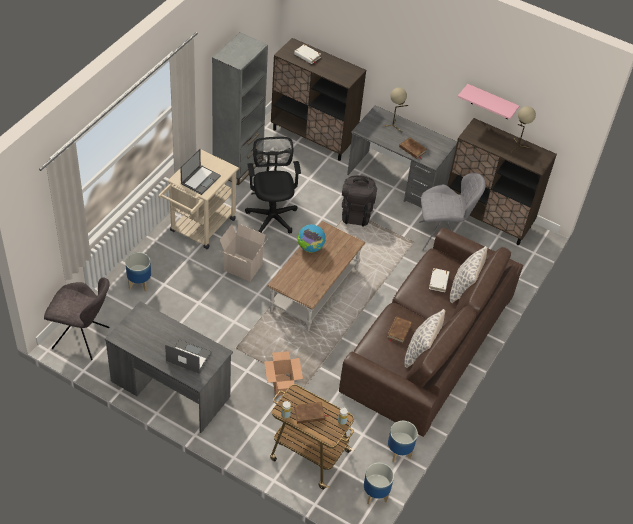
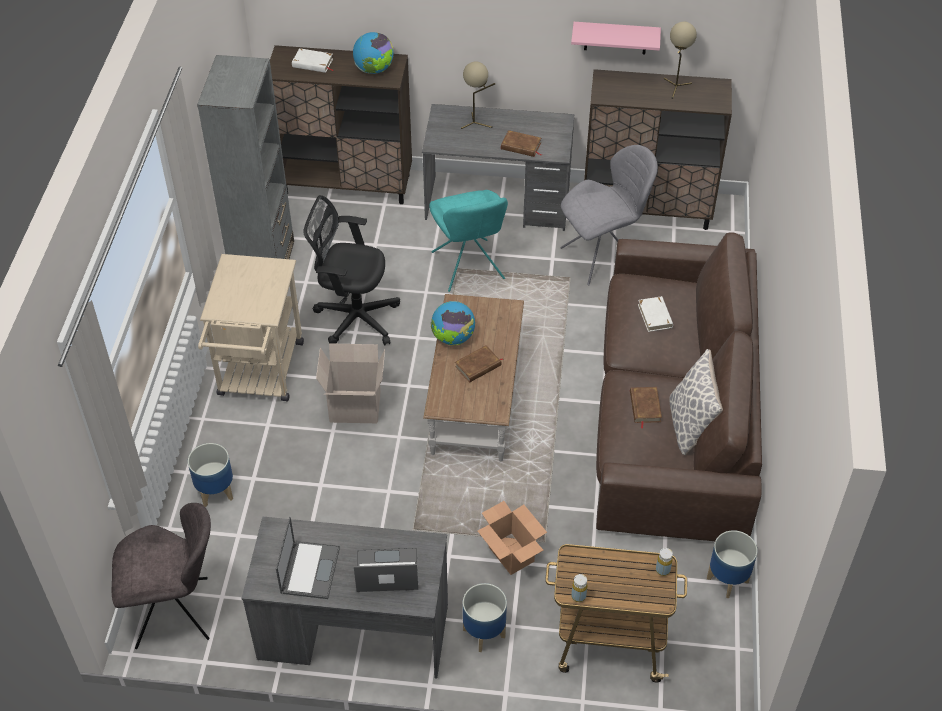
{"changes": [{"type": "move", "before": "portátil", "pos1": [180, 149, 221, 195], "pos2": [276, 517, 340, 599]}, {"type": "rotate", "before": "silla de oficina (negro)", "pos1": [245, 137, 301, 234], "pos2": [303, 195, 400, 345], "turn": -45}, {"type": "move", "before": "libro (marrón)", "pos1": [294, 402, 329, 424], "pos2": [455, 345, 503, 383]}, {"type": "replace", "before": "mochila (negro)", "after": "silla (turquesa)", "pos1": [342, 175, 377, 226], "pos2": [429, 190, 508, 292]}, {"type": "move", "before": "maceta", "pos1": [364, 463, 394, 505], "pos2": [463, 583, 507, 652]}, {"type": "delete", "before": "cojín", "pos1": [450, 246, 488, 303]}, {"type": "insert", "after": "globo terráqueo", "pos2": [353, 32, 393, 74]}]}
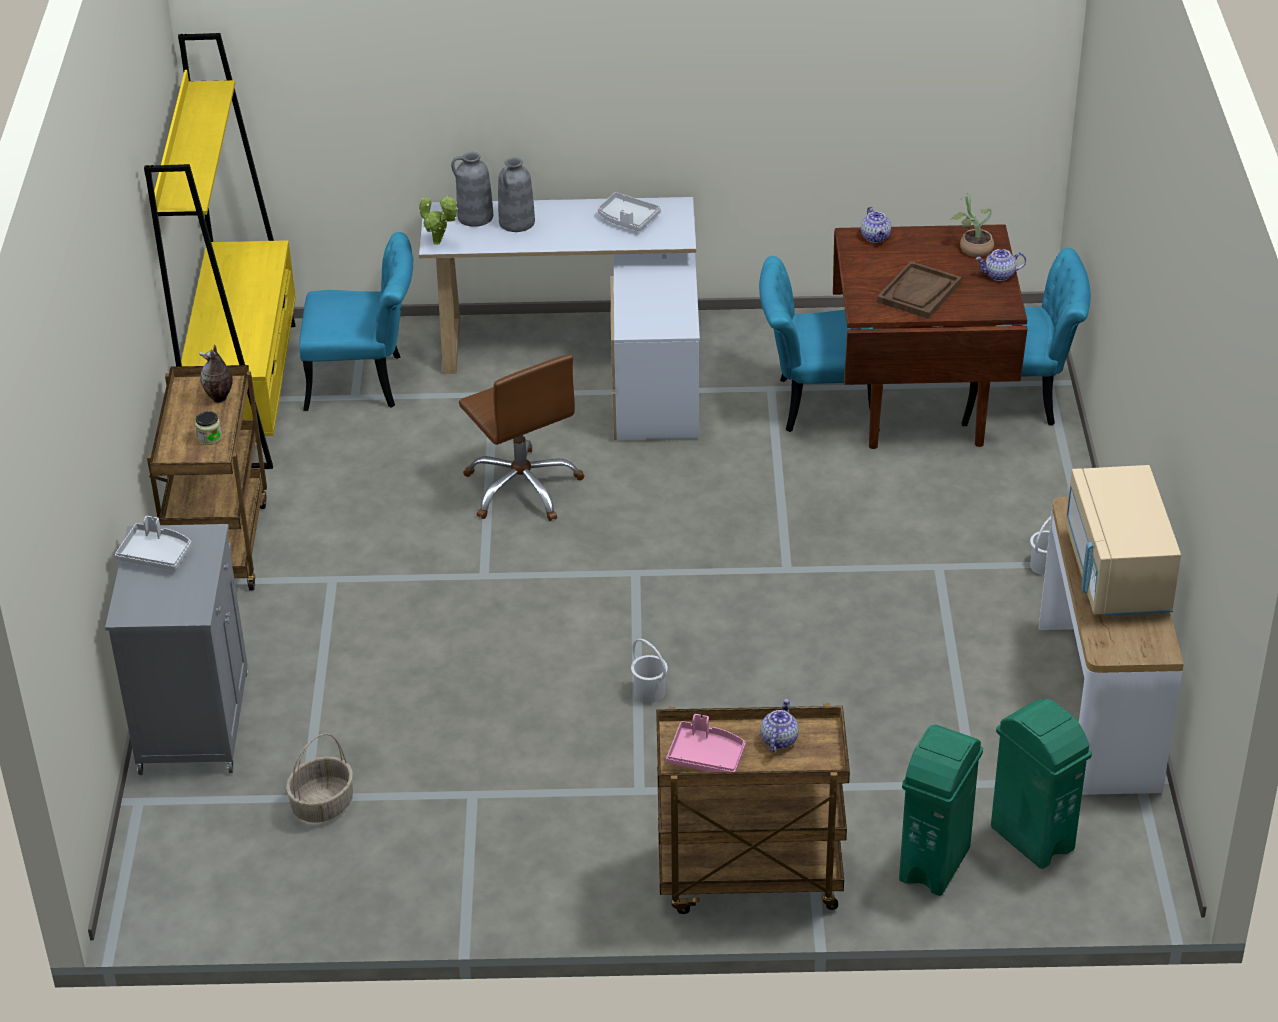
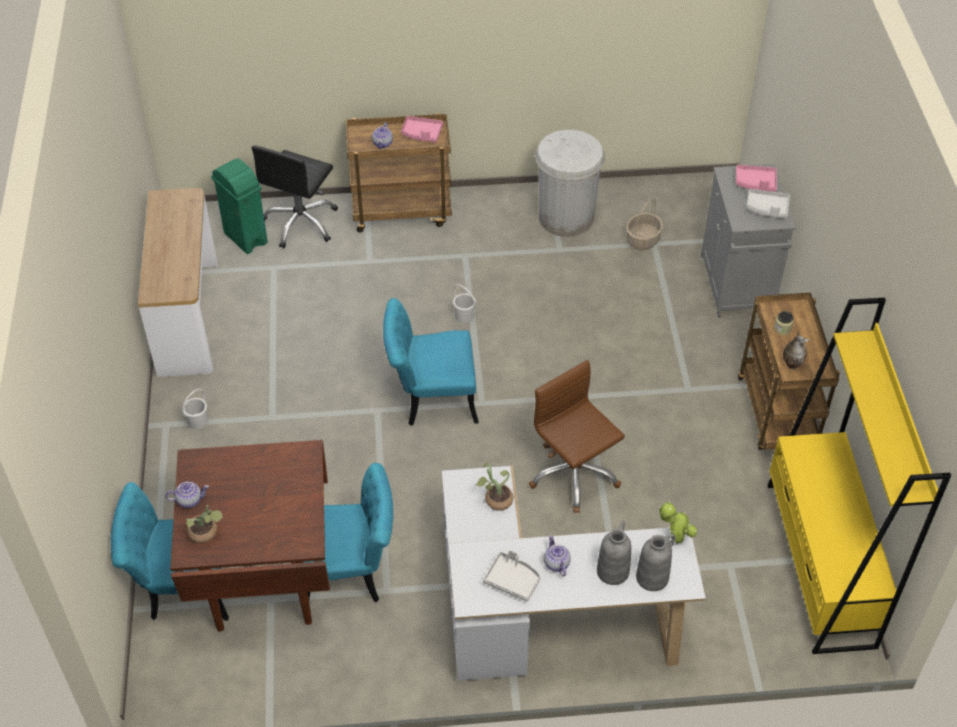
{"changes": [{"type": "move", "before": "silla (turquesa)", "pos1": [299, 232, 413, 411], "pos2": [383, 298, 478, 426]}, {"type": "move", "before": "tetera", "pos1": [861, 207, 891, 243], "pos2": [544, 535, 571, 577]}, {"type": "delete", "before": "bandeja (marrón)", "pos1": [877, 261, 962, 319]}, {"type": "replace", "before": "papelera (verde)", "after": "silla de oficina (negro)", "pos1": [899, 725, 983, 896], "pos2": [252, 145, 338, 248]}, {"type": "delete", "before": "microondas (beis)", "pos1": [1066, 465, 1181, 617]}, {"type": "insert", "after": "planta en maceta", "pos2": [475, 462, 514, 511]}, {"type": "insert", "after": "papelera (blanco)", "pos2": [535, 130, 605, 237]}, {"type": "insert", "after": "bandeja (rosa)", "pos2": [736, 165, 777, 192]}]}
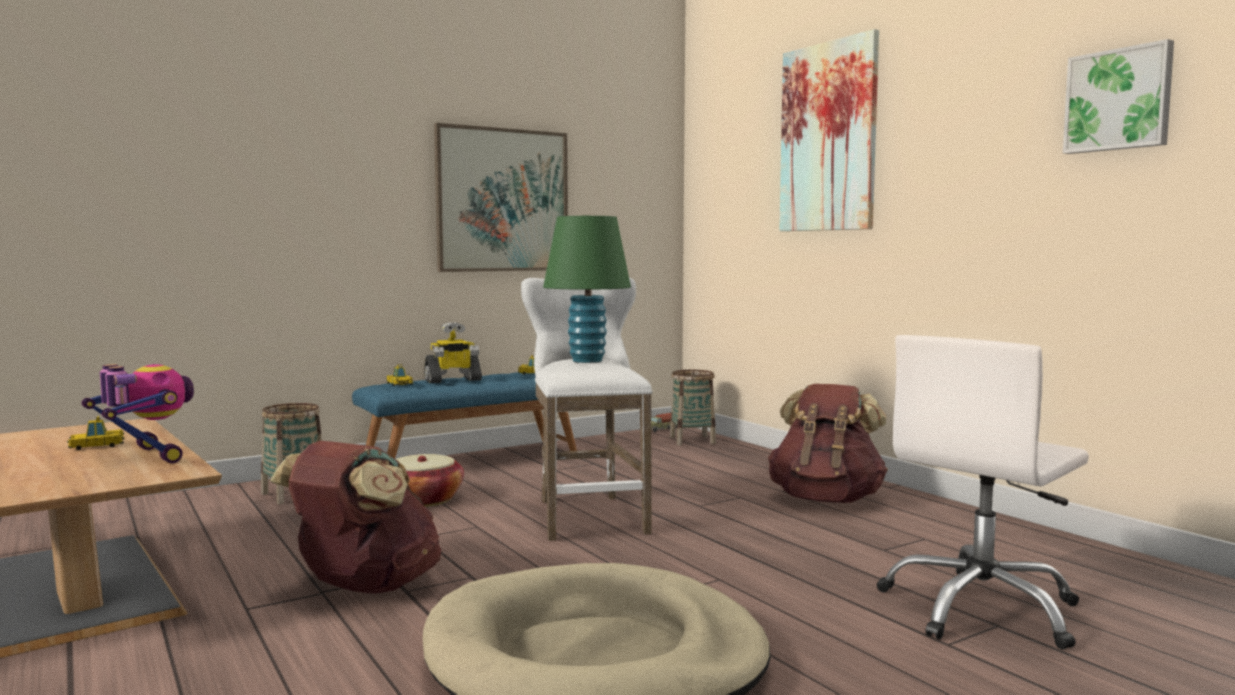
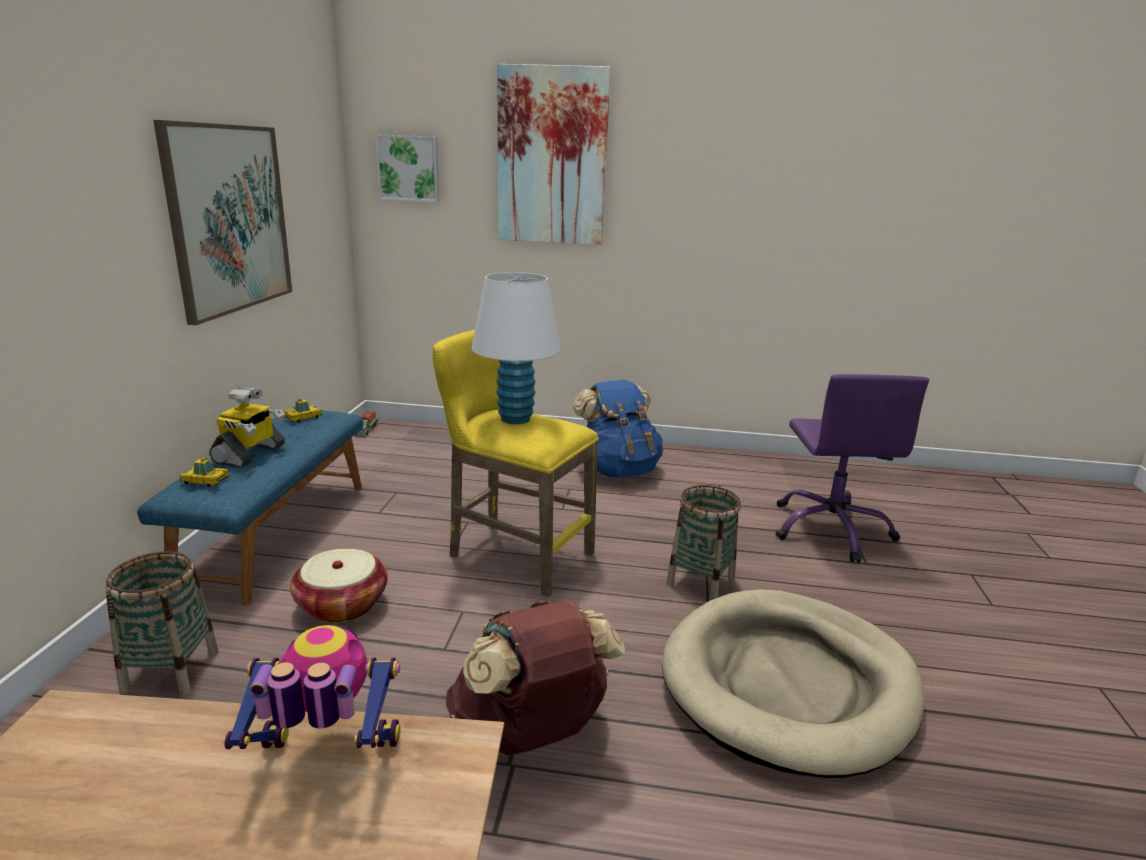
{"changes": [{"type": "delete", "before": "coche de juguete", "pos1": [67, 416, 125, 450]}, {"type": "recolor", "before": "taburete (blanco)", "after": "taburete (amarillo)", "pos1": [521, 278, 653, 541], "pos2": [433, 330, 599, 597]}, {"type": "recolor", "before": "lámpara de mesa (verde)", "after": "lámpara de mesa (blanco)", "pos1": [543, 216, 631, 363], "pos2": [471, 272, 561, 424]}, {"type": "move", "before": "cesta", "pos1": [670, 370, 716, 445], "pos2": [667, 485, 741, 600]}, {"type": "recolor", "before": "mochila (marrón)", "after": "mochila (azul)", "pos1": [768, 384, 888, 503], "pos2": [573, 380, 663, 477]}, {"type": "recolor", "before": "silla de oficina (blanco)", "after": "silla de oficina (morado)", "pos1": [877, 335, 1089, 650], "pos2": [776, 374, 929, 562]}, {"type": "move", "before": "cuadro", "pos1": [1063, 39, 1174, 154], "pos2": [375, 134, 440, 202]}]}
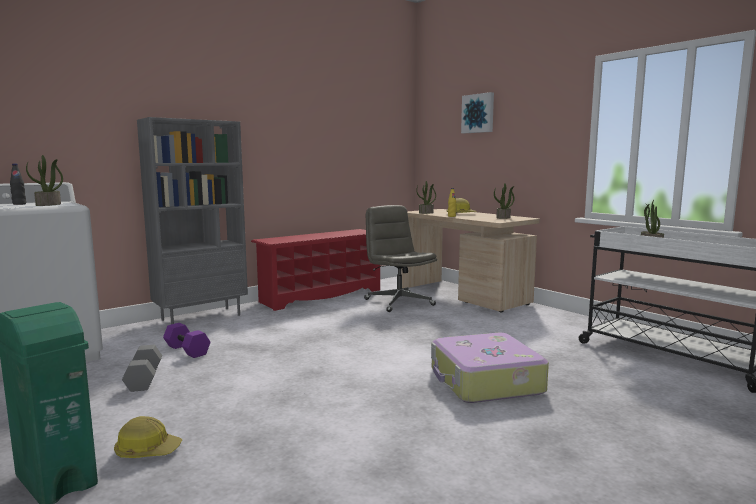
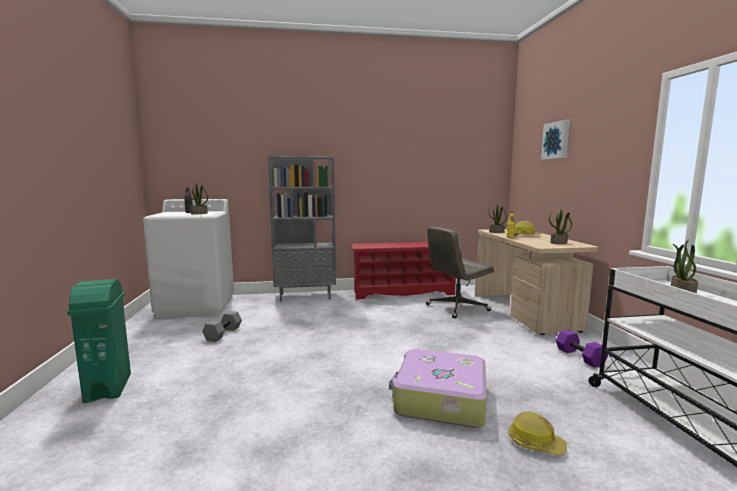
{"changes": [{"type": "move", "before": "casco", "pos1": [114, 416, 182, 458], "pos2": [508, 412, 567, 455]}, {"type": "move", "before": "mancuerna (morado)", "pos1": [163, 323, 210, 358], "pos2": [556, 330, 608, 368]}, {"type": "rotate", "before": "silla de oficina (gris)", "pos1": [364, 205, 437, 312], "pos2": [426, 227, 494, 318], "turn": -120}]}
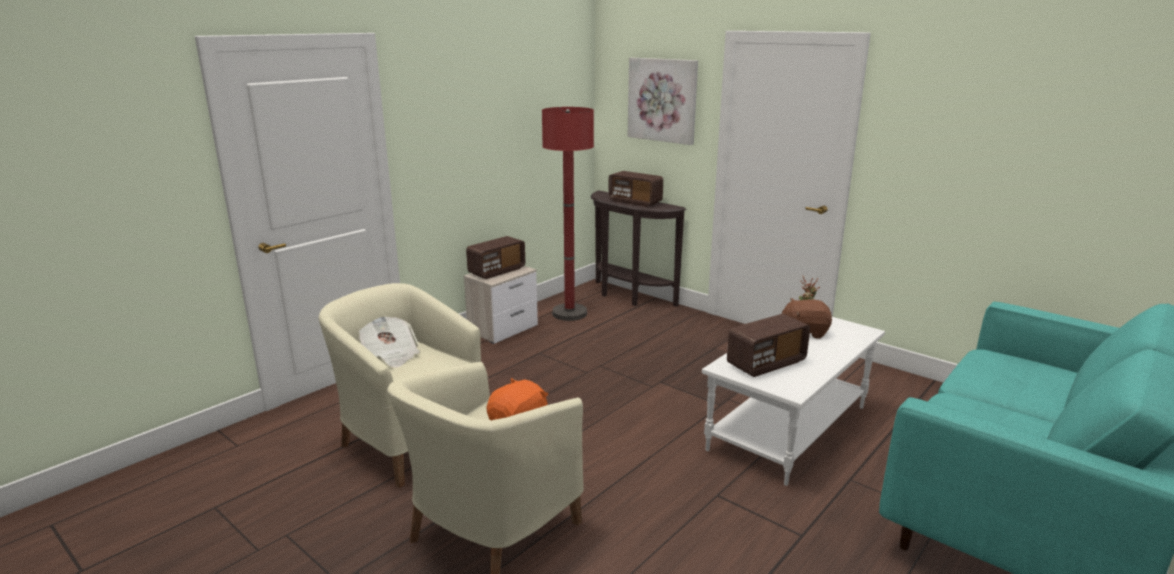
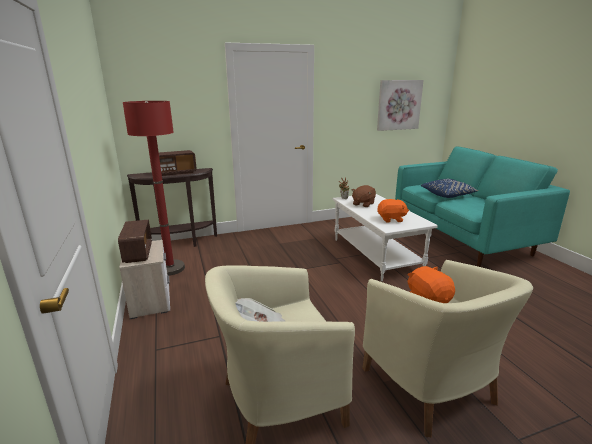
{"changes": [{"type": "move", "before": "cuadro", "pos1": [627, 58, 698, 145], "pos2": [377, 80, 424, 131]}, {"type": "replace", "before": "radio", "after": "peluche (naranja)", "pos1": [727, 314, 810, 377], "pos2": [377, 199, 409, 222]}, {"type": "insert", "after": "cojín (azul)", "pos2": [421, 179, 479, 198]}]}
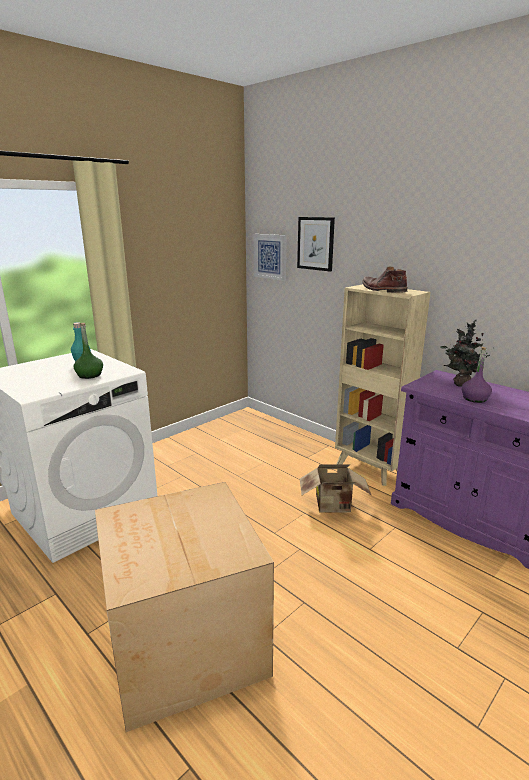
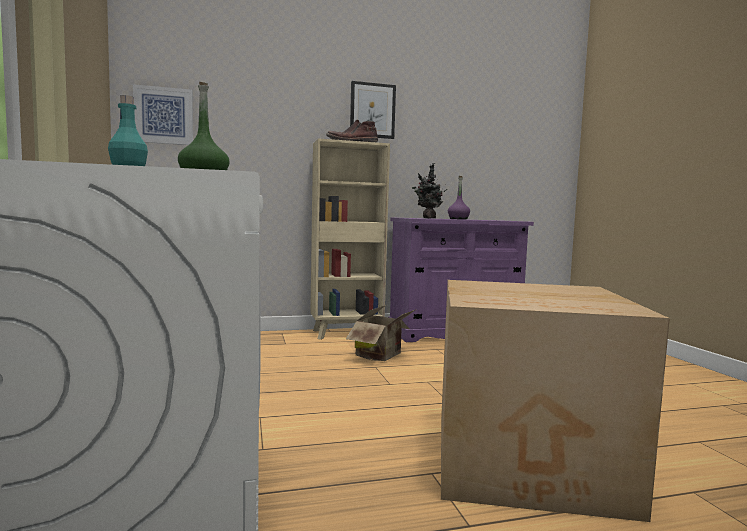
{"changes": [{"type": "move", "before": "cuadro", "pos1": [297, 217, 335, 272], "pos2": [350, 81, 396, 139]}]}
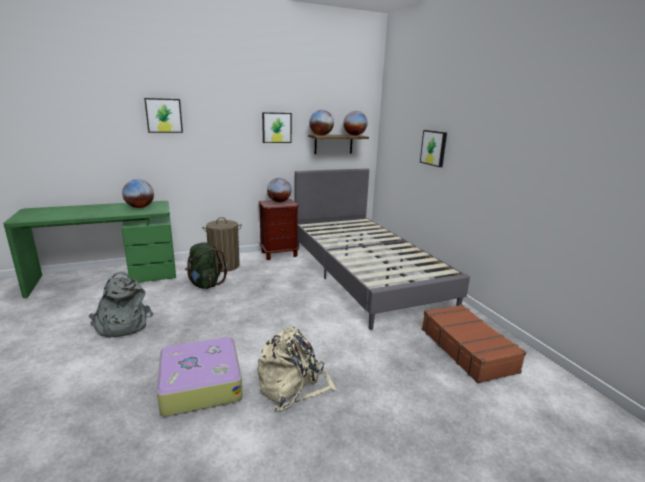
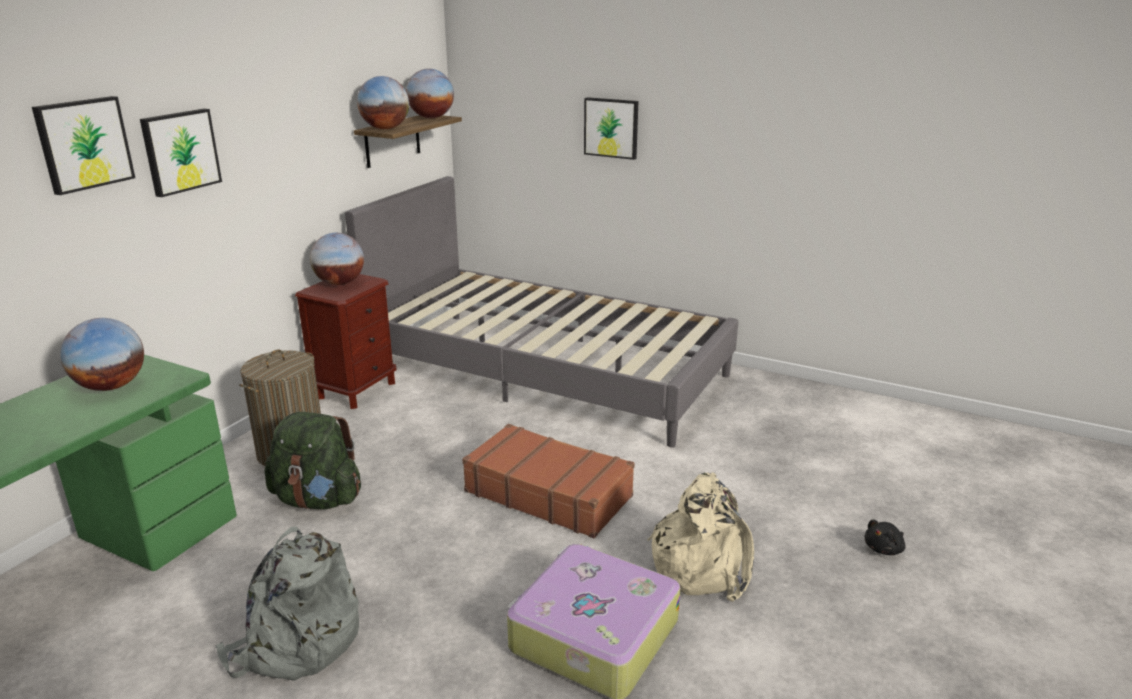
{"changes": [{"type": "move", "before": "cuadro", "pos1": [262, 112, 292, 143], "pos2": [140, 109, 222, 197]}, {"type": "move", "before": "maleta (marrón)", "pos1": [422, 305, 526, 384], "pos2": [462, 424, 635, 538]}, {"type": "insert", "after": "peluche (negro)", "pos2": [865, 519, 905, 555]}]}
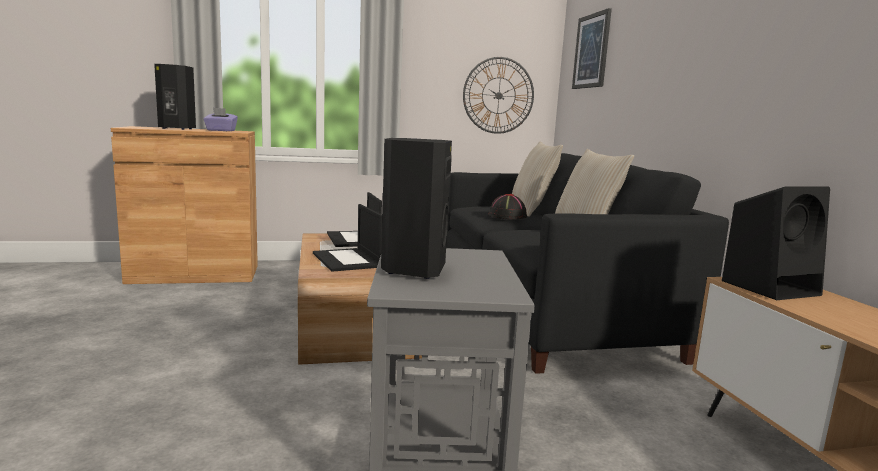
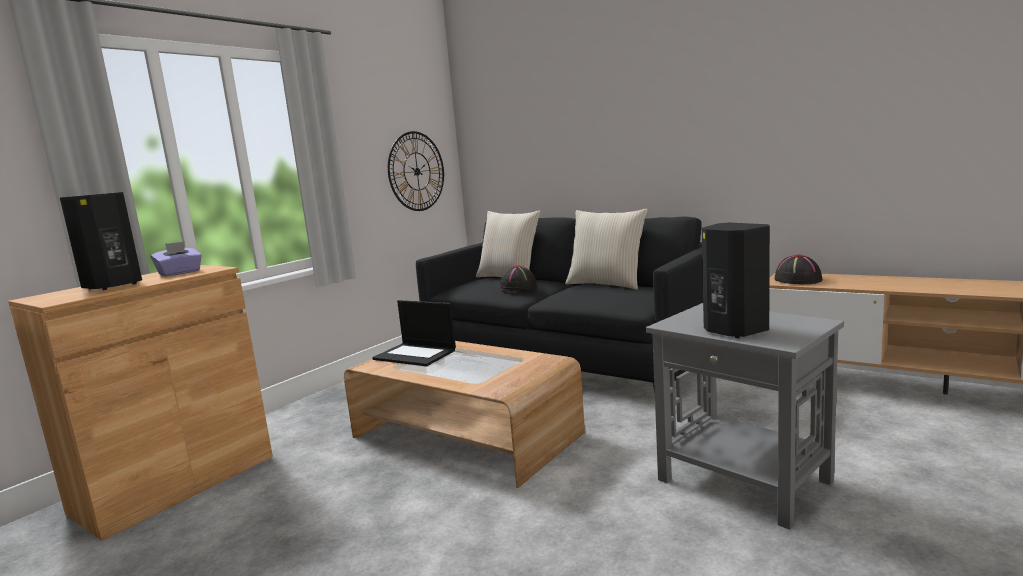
{"changes": [{"type": "delete", "before": "portátil", "pos1": [313, 204, 382, 272]}, {"type": "delete", "before": "cuadro", "pos1": [572, 8, 612, 89]}, {"type": "replace", "before": "altavoz (negro)", "after": "sombrero (negro)", "pos1": [722, 186, 830, 300], "pos2": [774, 255, 822, 284]}]}
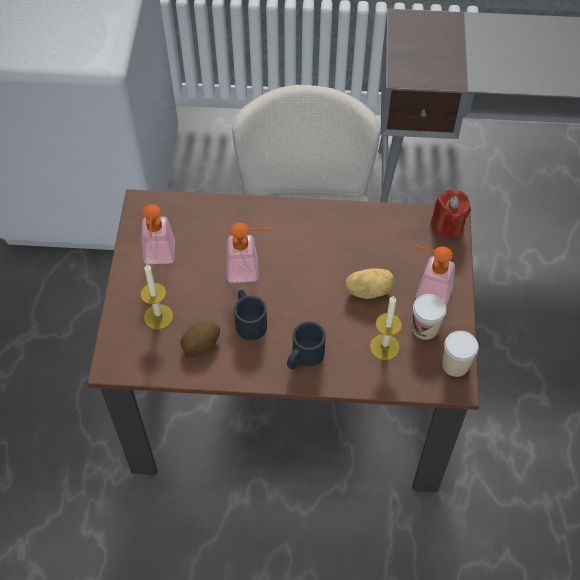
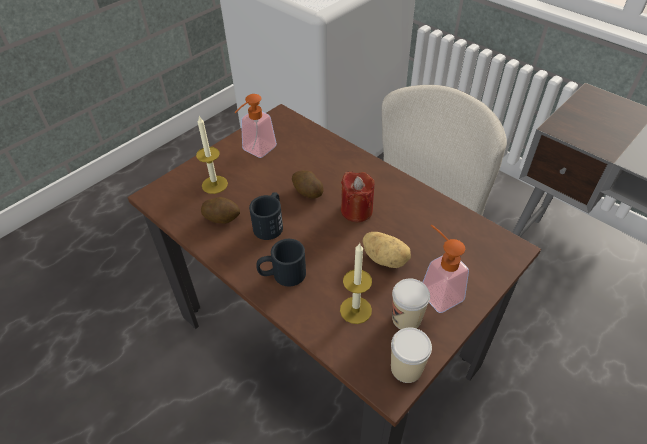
{"changes": [{"type": "replace", "before": "dispensador de jabón", "after": "patata", "pos1": [227, 223, 271, 283], "pos2": [292, 170, 324, 199]}, {"type": "move", "before": "vela (rojo)", "pos1": [430, 189, 471, 238], "pos2": [341, 172, 374, 222]}]}
